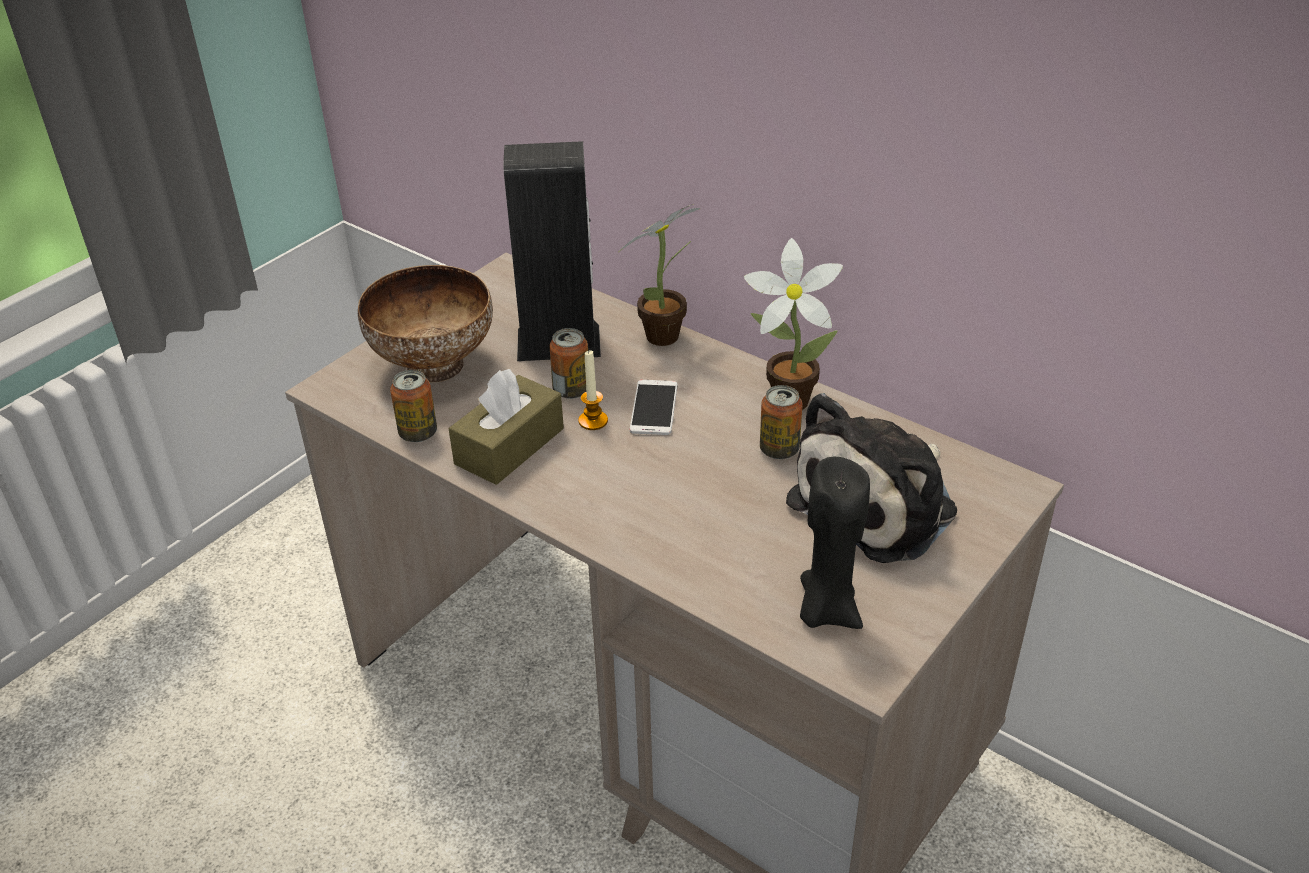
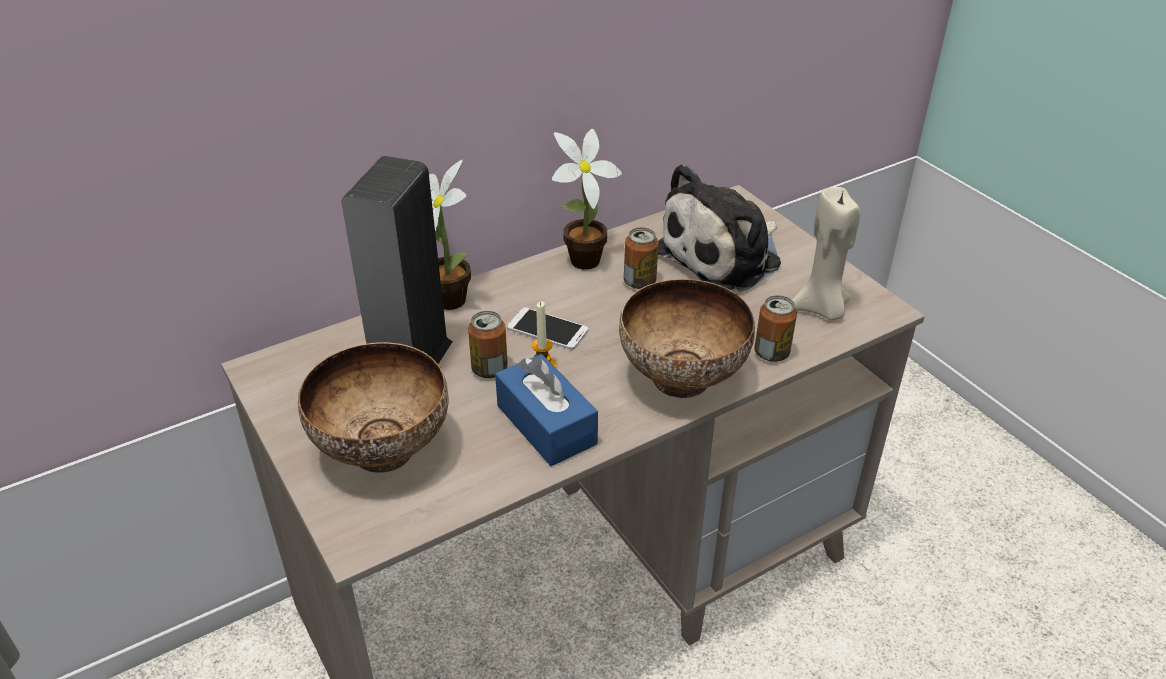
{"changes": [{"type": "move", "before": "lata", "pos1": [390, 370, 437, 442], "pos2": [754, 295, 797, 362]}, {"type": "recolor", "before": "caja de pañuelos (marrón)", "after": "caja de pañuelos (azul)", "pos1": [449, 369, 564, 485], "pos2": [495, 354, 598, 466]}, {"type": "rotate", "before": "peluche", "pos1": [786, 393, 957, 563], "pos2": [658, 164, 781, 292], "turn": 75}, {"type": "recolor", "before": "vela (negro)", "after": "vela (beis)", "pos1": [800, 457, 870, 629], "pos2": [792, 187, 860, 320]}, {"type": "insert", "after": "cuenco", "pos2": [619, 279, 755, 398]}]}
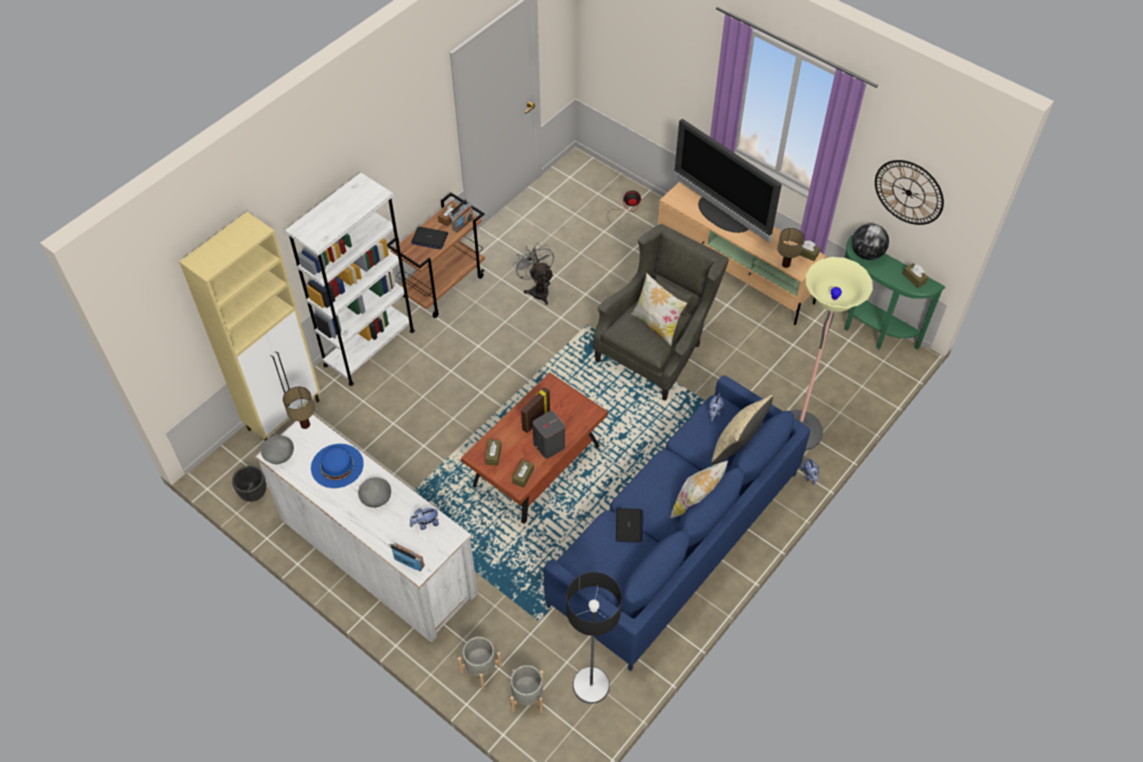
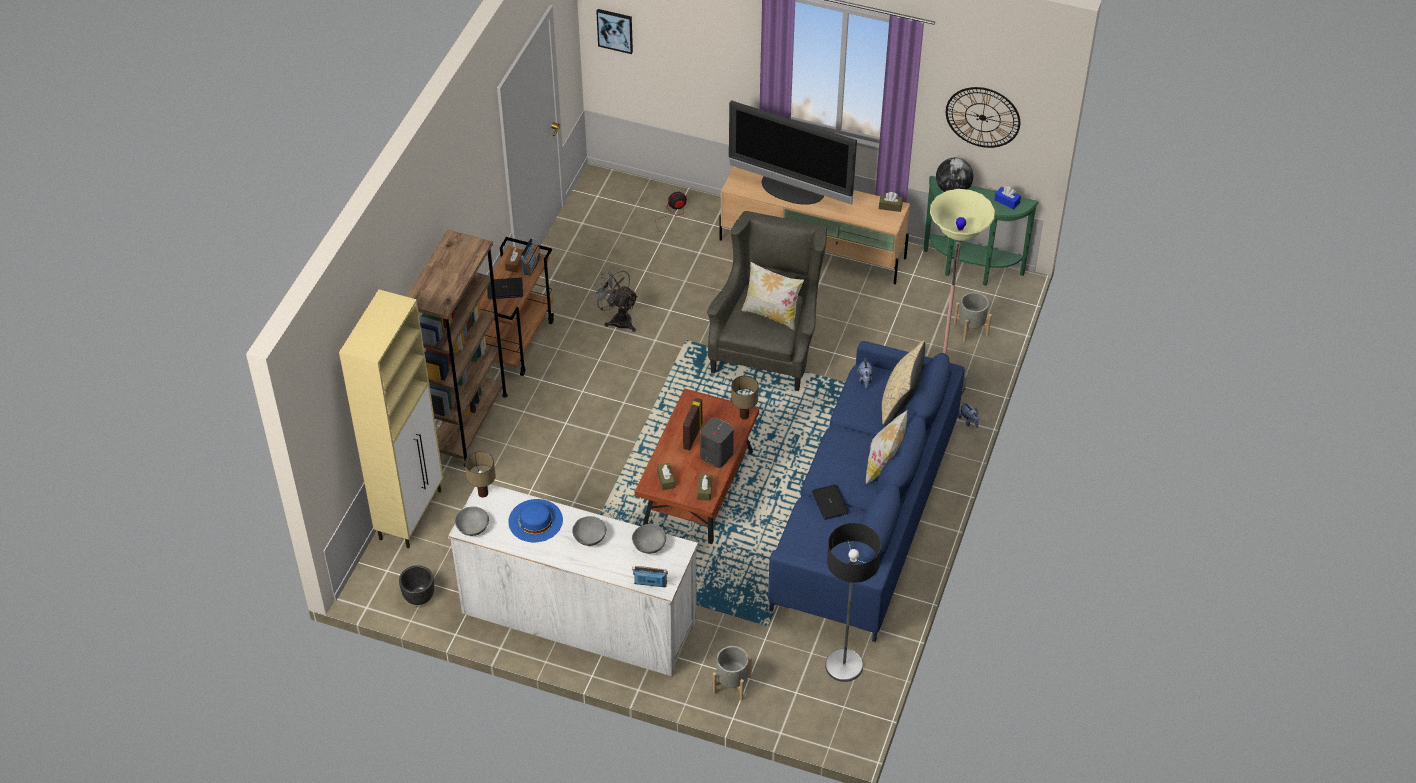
{"changes": [{"type": "recolor", "before": "estantería (blanco)", "after": "estantería (marrón)", "pos1": [285, 172, 415, 386], "pos2": [406, 230, 508, 466]}, {"type": "replace", "before": "peluche", "after": "cuenco (gris)", "pos1": [410, 508, 439, 530], "pos2": [632, 524, 666, 554]}, {"type": "move", "before": "maceta (gris)", "pos1": [510, 665, 544, 713], "pos2": [954, 292, 992, 342]}, {"type": "move", "before": "lámpara de mesa", "pos1": [777, 228, 804, 268], "pos2": [731, 376, 759, 420]}, {"type": "recolor", "before": "caja de pañuelos (marrón)", "after": "caja de pañuelos (azul)", "pos1": [903, 263, 928, 288], "pos2": [994, 186, 1021, 210]}, {"type": "insert", "after": "cuadro", "pos2": [596, 9, 633, 54]}]}
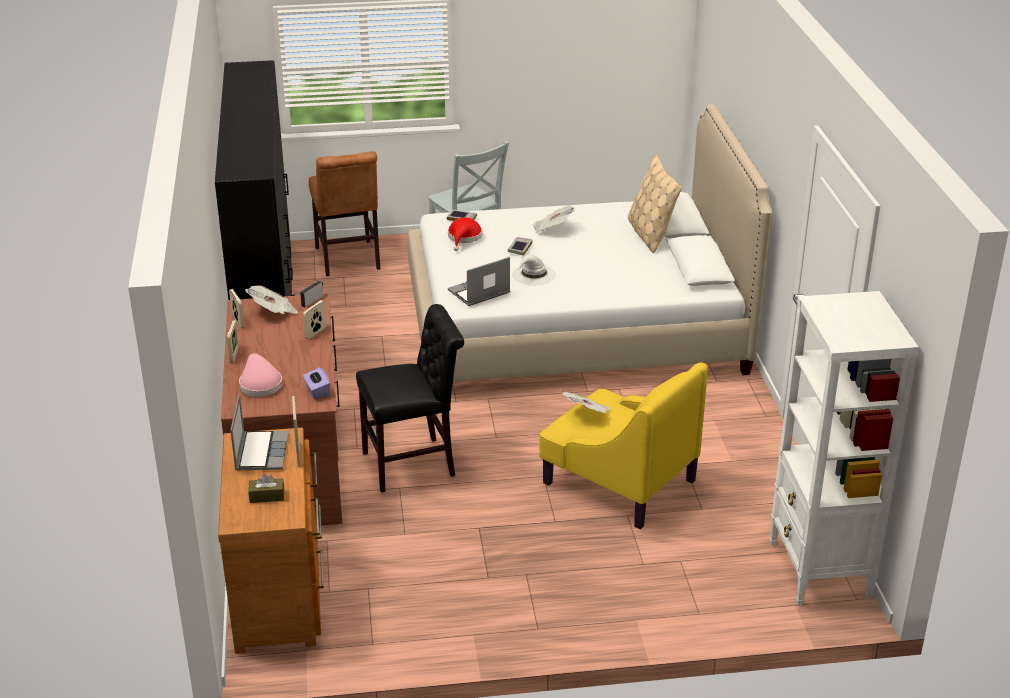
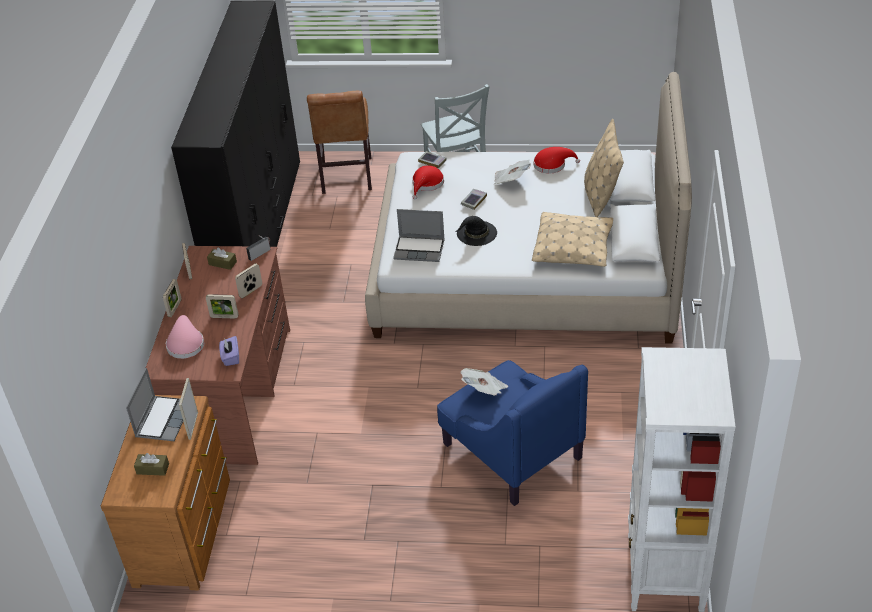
{"changes": [{"type": "replace", "before": "periódico", "after": "caja de pañuelos (marrón)", "pos1": [245, 285, 299, 314], "pos2": [207, 247, 237, 270]}, {"type": "delete", "before": "silla (negro)", "pos1": [356, 304, 464, 493]}, {"type": "rotate", "before": "portátil", "pos1": [448, 257, 510, 306], "pos2": [393, 209, 445, 262], "turn": -150}, {"type": "recolor", "before": "sombrero (blanco)", "after": "sombrero (negro)", "pos1": [512, 254, 556, 286], "pos2": [455, 216, 497, 246]}, {"type": "recolor", "before": "sillón (amarillo)", "after": "sillón (azul)", "pos1": [539, 362, 708, 529], "pos2": [437, 360, 588, 506]}, {"type": "insert", "after": "portarretratos", "pos2": [206, 294, 239, 319]}, {"type": "insert", "after": "cojín (beis)", "pos2": [532, 212, 613, 267]}, {"type": "insert", "after": "sombrero (rojo)", "pos2": [534, 147, 580, 174]}]}
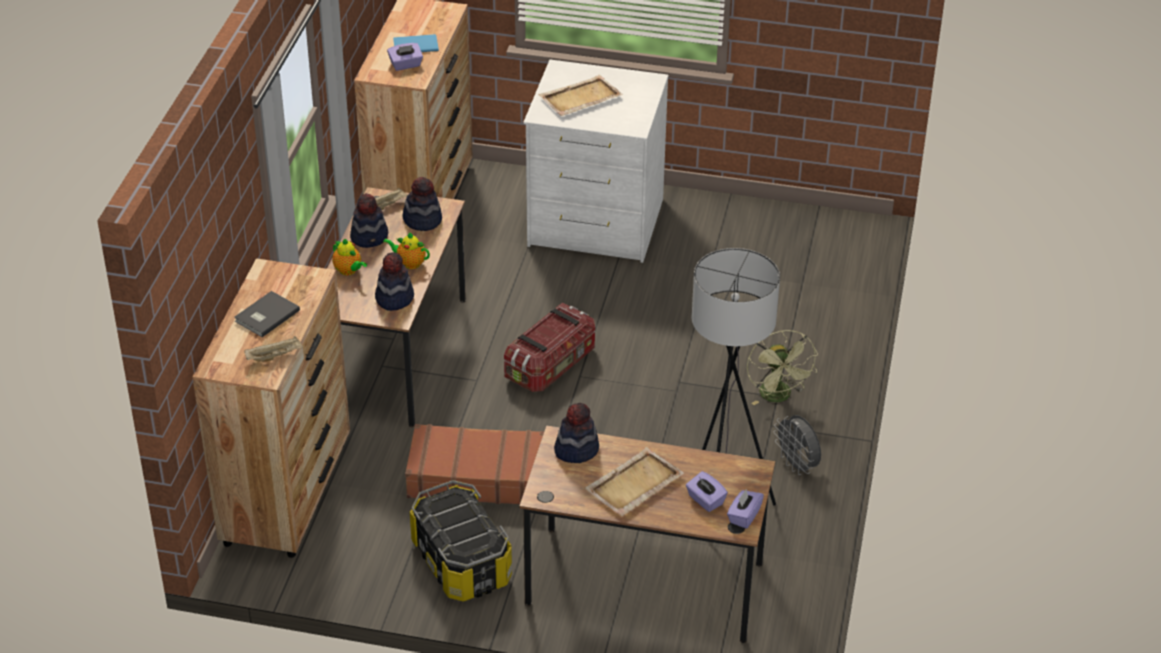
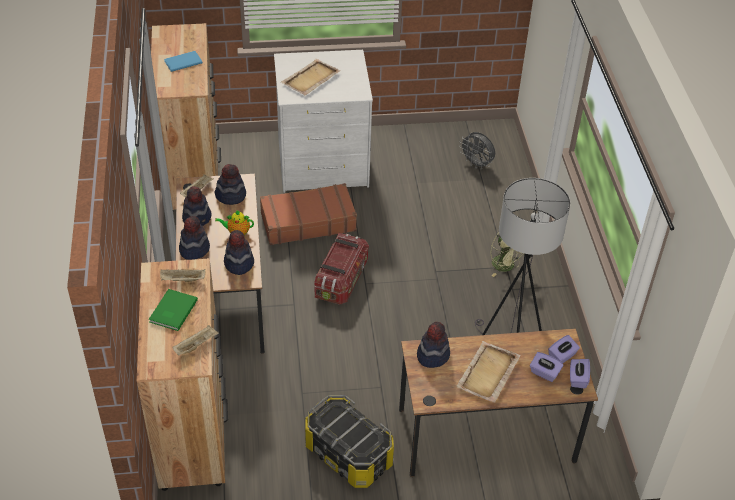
{"changes": [{"type": "recolor", "before": "libro (gris)", "after": "libro (verde)", "pos1": [234, 291, 300, 337], "pos2": [149, 289, 198, 331]}, {"type": "replace", "before": "tetera", "after": "sombrero", "pos1": [332, 239, 367, 275], "pos2": [179, 216, 210, 260]}, {"type": "move", "before": "caja de pañuelos (morado)", "pos1": [387, 43, 423, 71], "pos2": [548, 335, 580, 363]}, {"type": "move", "before": "maleta (marrón)", "pos1": [405, 424, 544, 504], "pos2": [260, 183, 357, 245]}, {"type": "move", "before": "ventilador (gris)", "pos1": [773, 415, 821, 475], "pos2": [459, 132, 495, 169]}, {"type": "insert", "after": "bandeja (beis)", "pos2": [160, 270, 205, 282]}]}
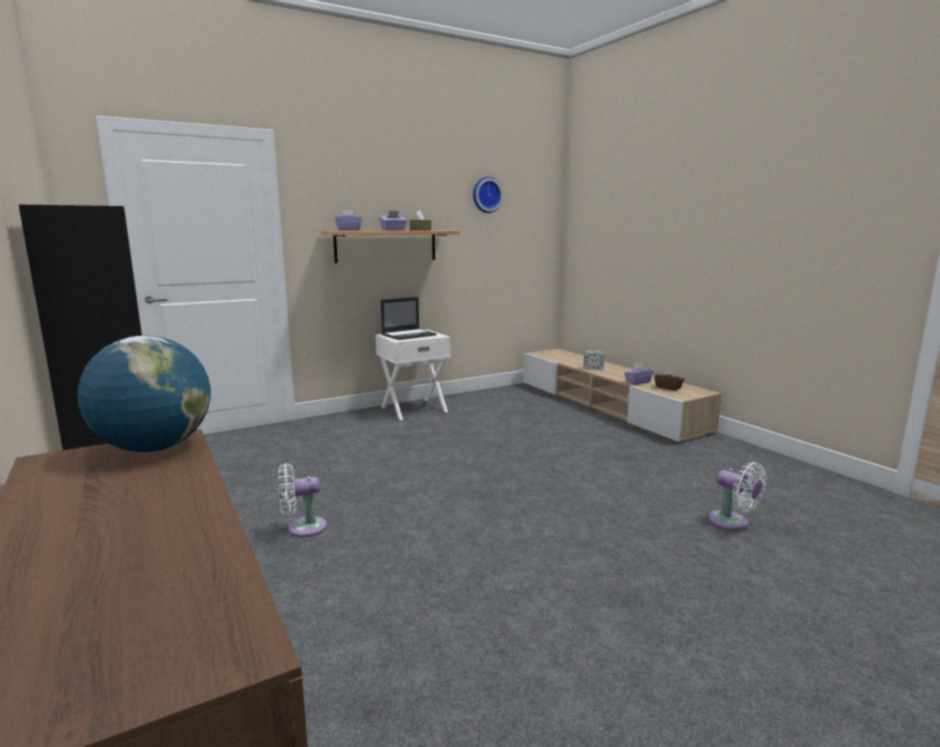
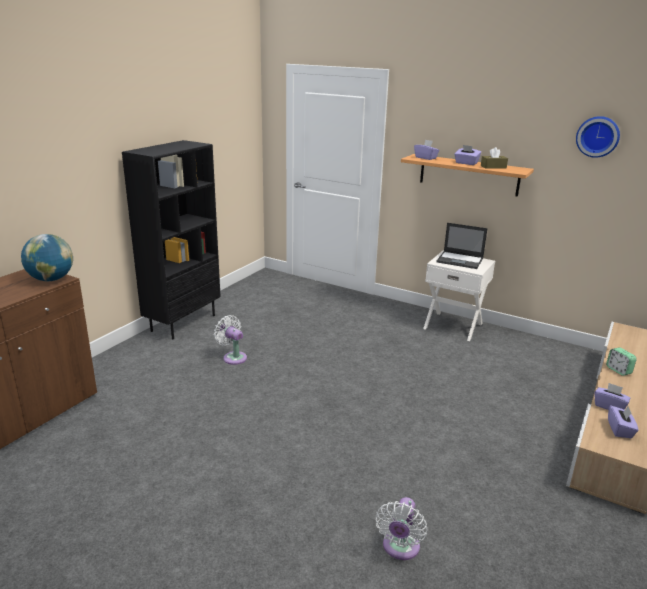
{"changes": [{"type": "recolor", "before": "caja de pañuelos (marrón)", "after": "caja de pañuelos (morado)", "pos1": [654, 367, 685, 391], "pos2": [608, 405, 639, 438]}]}
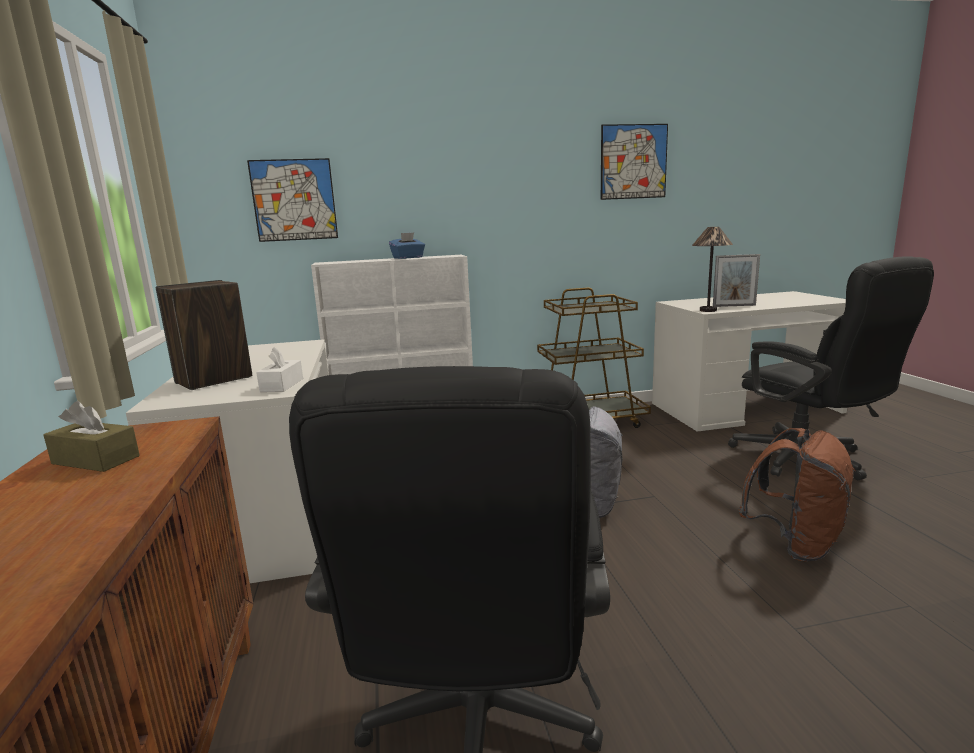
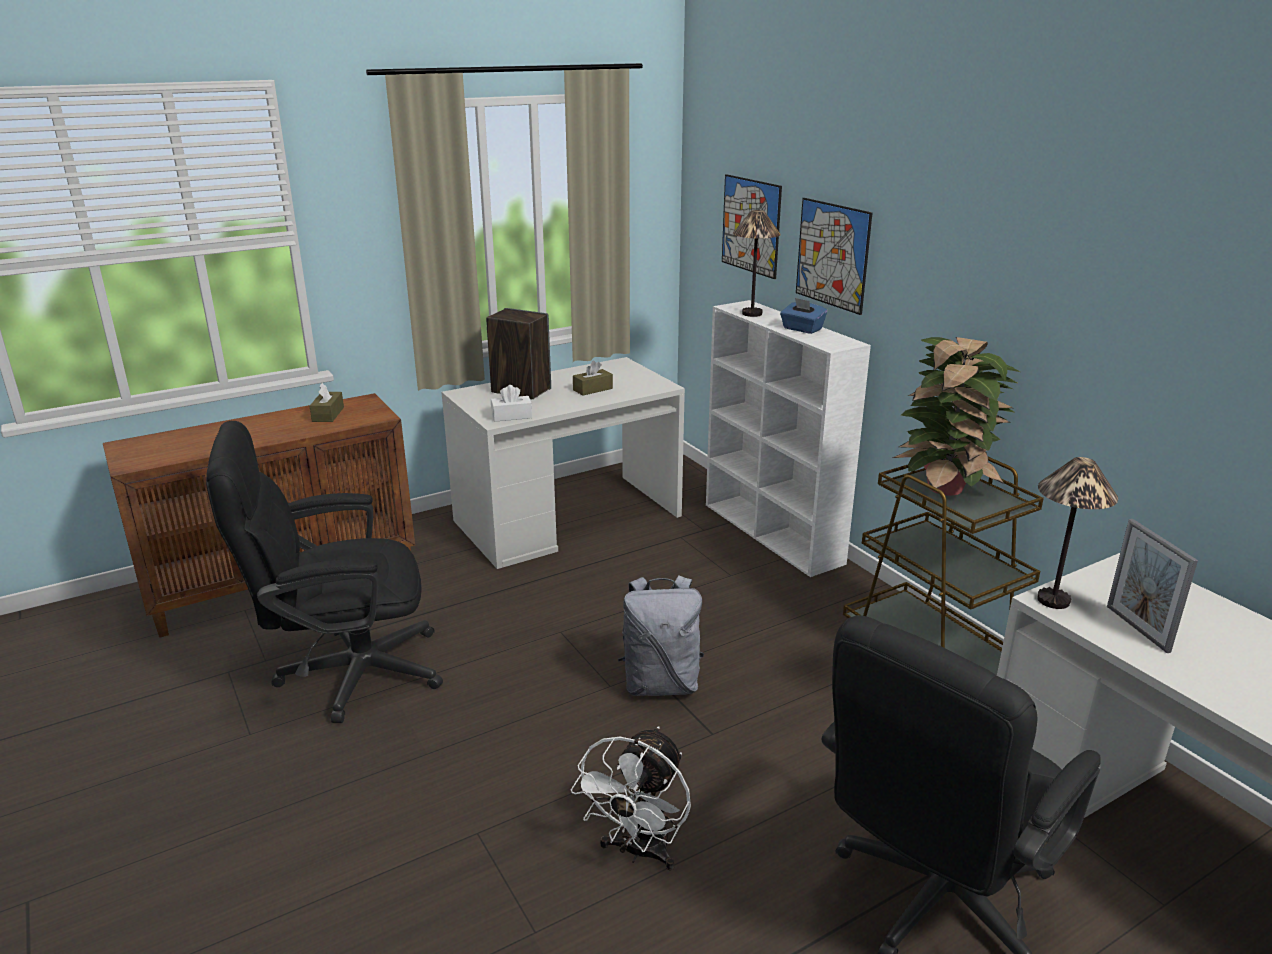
{"changes": [{"type": "move", "before": "cuadro", "pos1": [601, 124, 668, 200], "pos2": [796, 198, 872, 315]}, {"type": "replace", "before": "mochila (marrón)", "after": "ventilador (blanco)", "pos1": [739, 428, 855, 562], "pos2": [571, 726, 691, 871]}, {"type": "insert", "after": "caja de pañuelos (marrón)", "pos2": [573, 361, 613, 395]}, {"type": "insert", "after": "lámpara de mesa", "pos2": [733, 210, 781, 317]}, {"type": "insert", "after": "planta en maceta", "pos2": [892, 337, 1020, 496]}]}
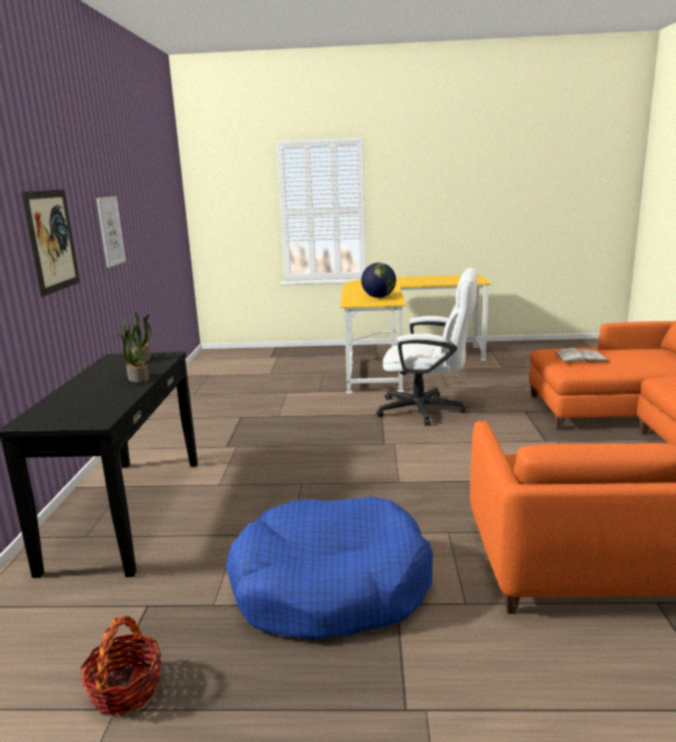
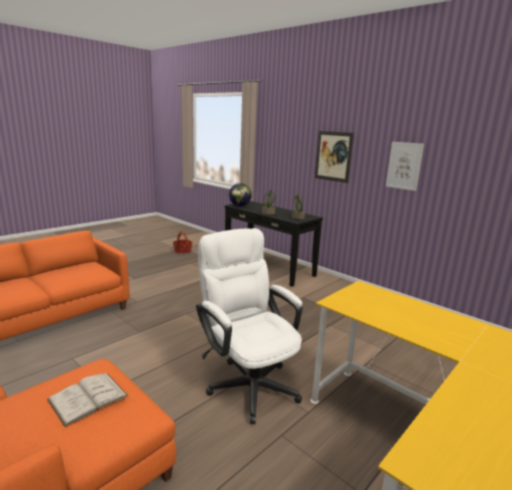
{"changes": [{"type": "delete", "before": "cama para perro (azul)", "pos1": [226, 497, 433, 641]}, {"type": "move", "before": "globo terráqueo", "pos1": [361, 263, 396, 298], "pos2": [229, 183, 252, 206]}, {"type": "rotate", "before": "silla de oficina (blanco)", "pos1": [376, 268, 477, 426], "pos2": [196, 228, 303, 424], "turn": 90}]}
